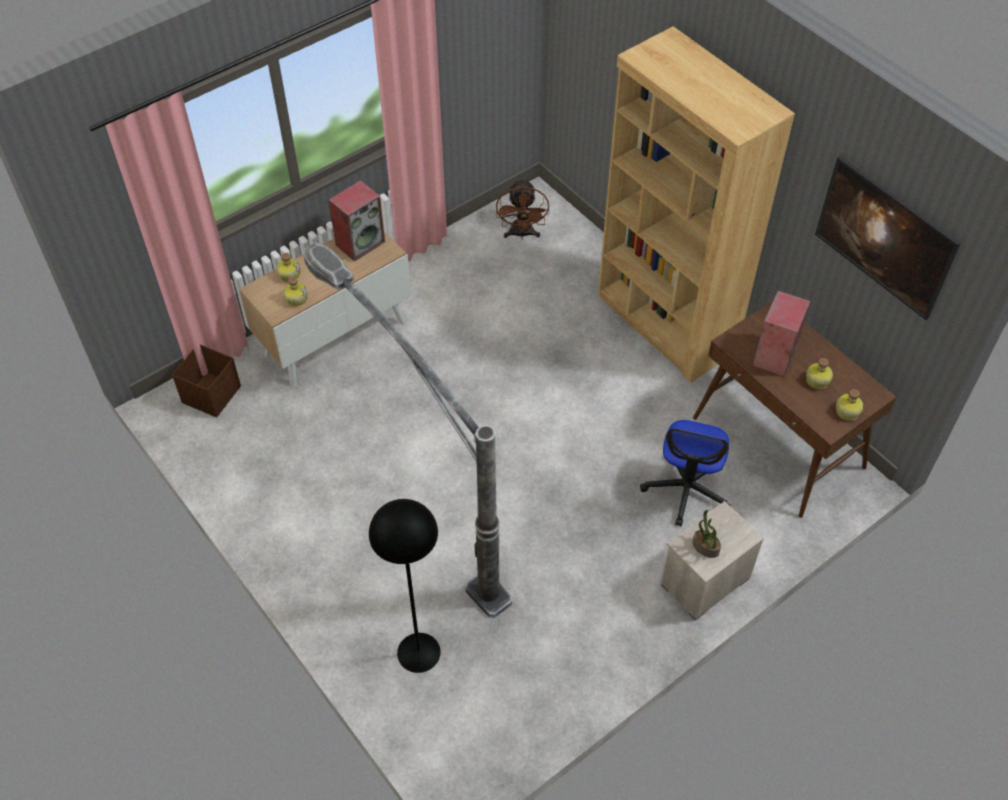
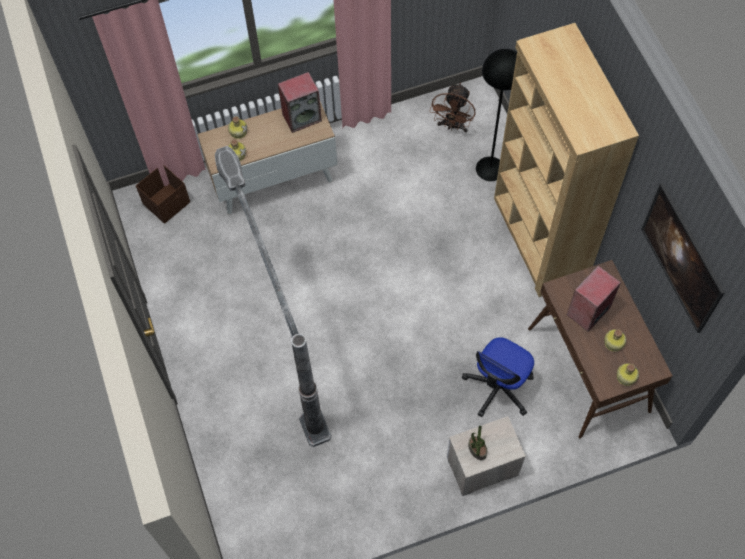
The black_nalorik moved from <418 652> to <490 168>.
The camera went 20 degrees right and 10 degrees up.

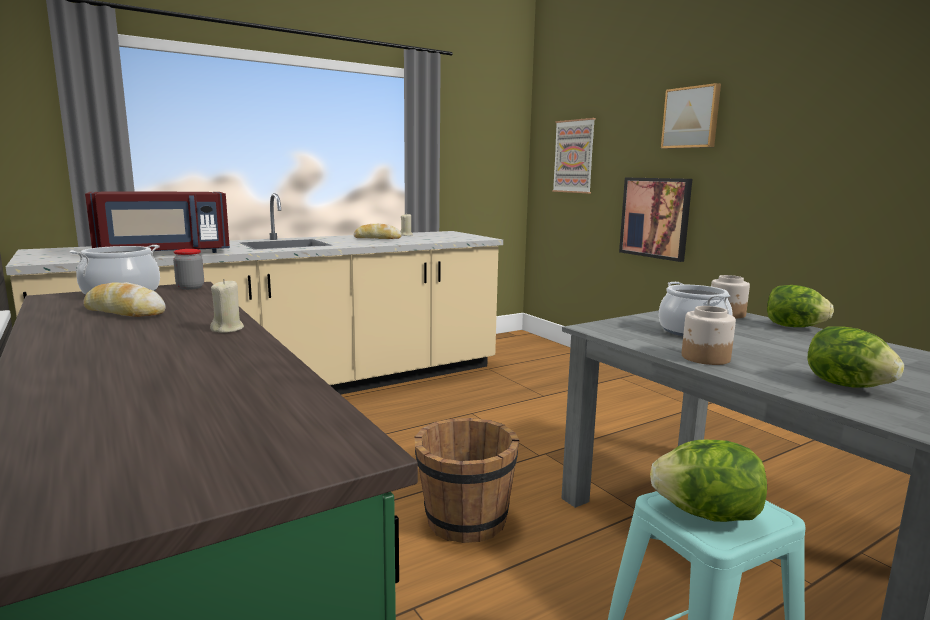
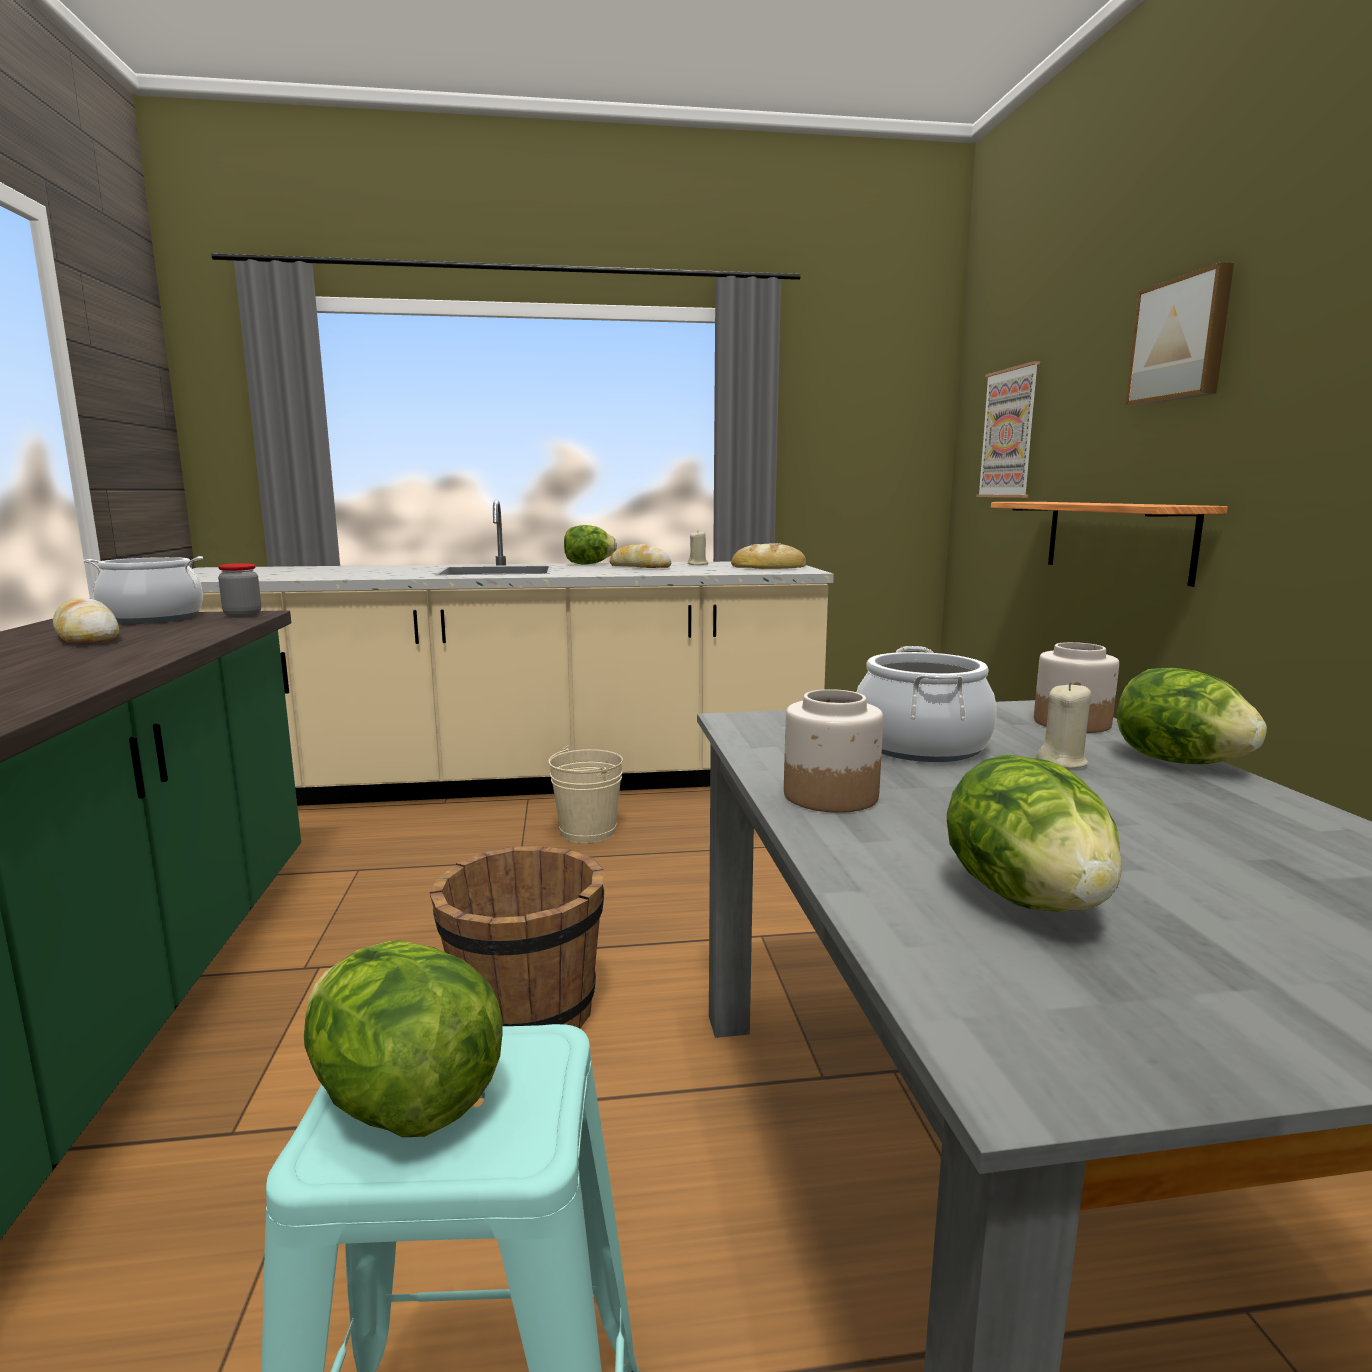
The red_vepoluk at <164 253> disappeared.
The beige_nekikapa at <587 832> appeared.
The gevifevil at <588 564> appeared.
The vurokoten at <769 566> appeared.
The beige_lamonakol moved from <228 329> to <1062 762>.
The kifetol at <655 217> was replaced by the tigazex at <1116 539>.
The camera went 25 degrees right and 0 degrees up.

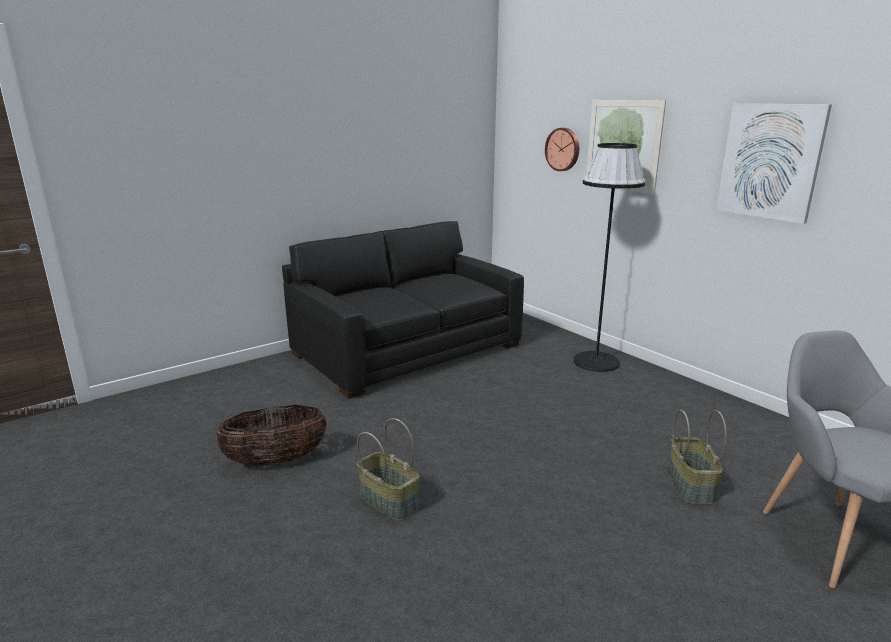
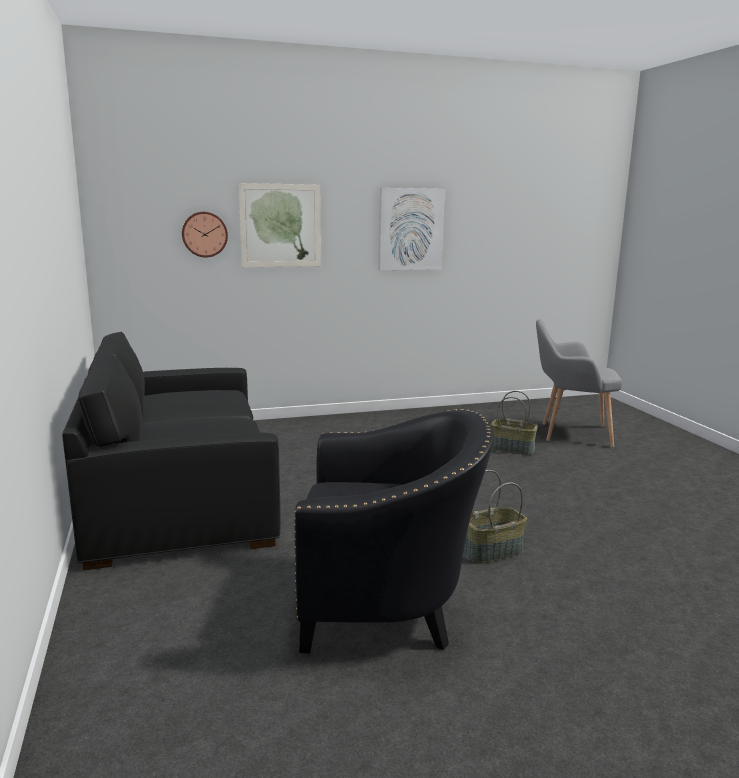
The black_nalorik at <596 361> disappeared.
The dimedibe at <276 460> was replaced by the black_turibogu at <387 605>.
The camera went 70 degrees left and 5 degrees down.

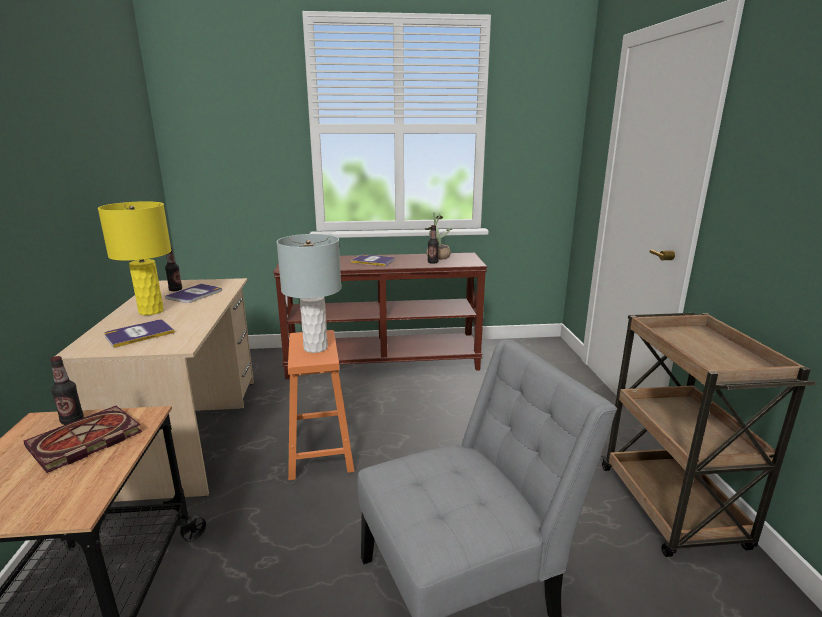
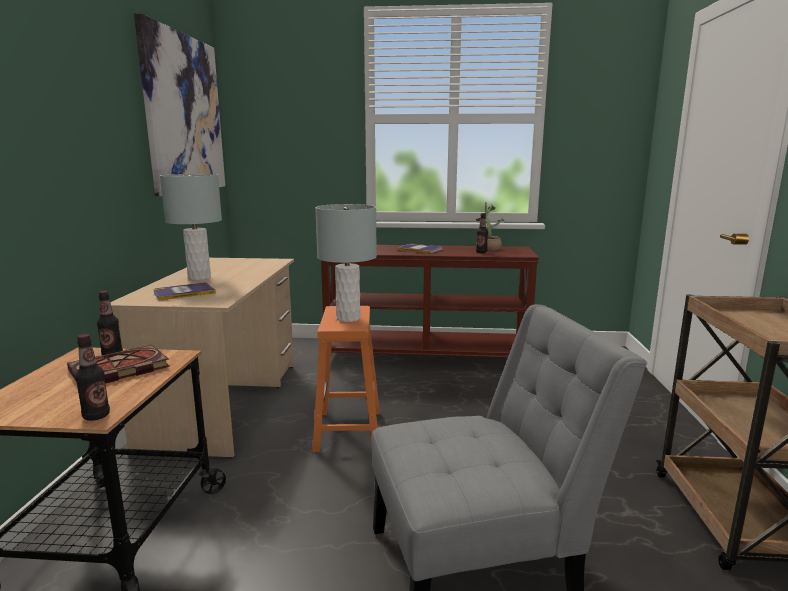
The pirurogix at <195 294> disappeared.
The kifetol at <184 114> appeared.
The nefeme moved from <175 290> to <96 416>.
The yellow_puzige at <151 311> became the grey_puzige at <199 278>.
The camera went 10 degrees right and 5 degrees down.

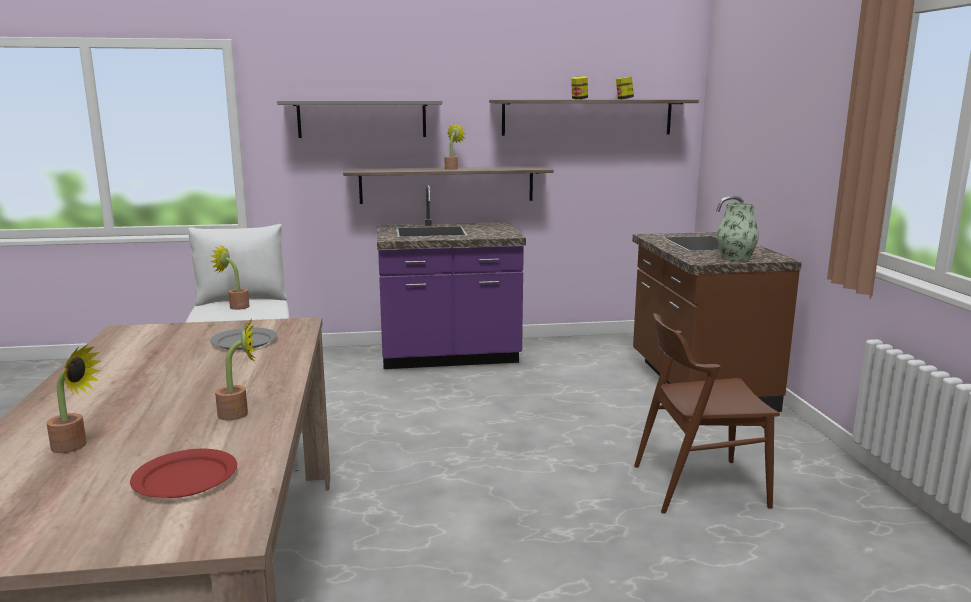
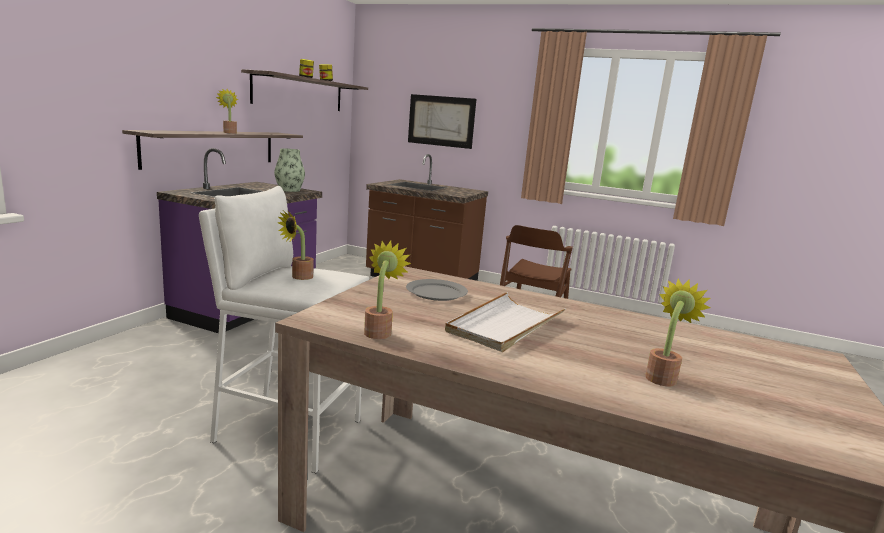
The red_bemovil at <185 478> disappeared.
The grey_tigazex at <362 119> disappeared.
The kifetol at <441 121> appeared.
The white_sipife at <505 325> appeared.
The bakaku moved from <239 413> to <379 331>.
The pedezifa moved from <735 258> to <289 190>.
The camera went 60 degrees left and 0 degrees up.

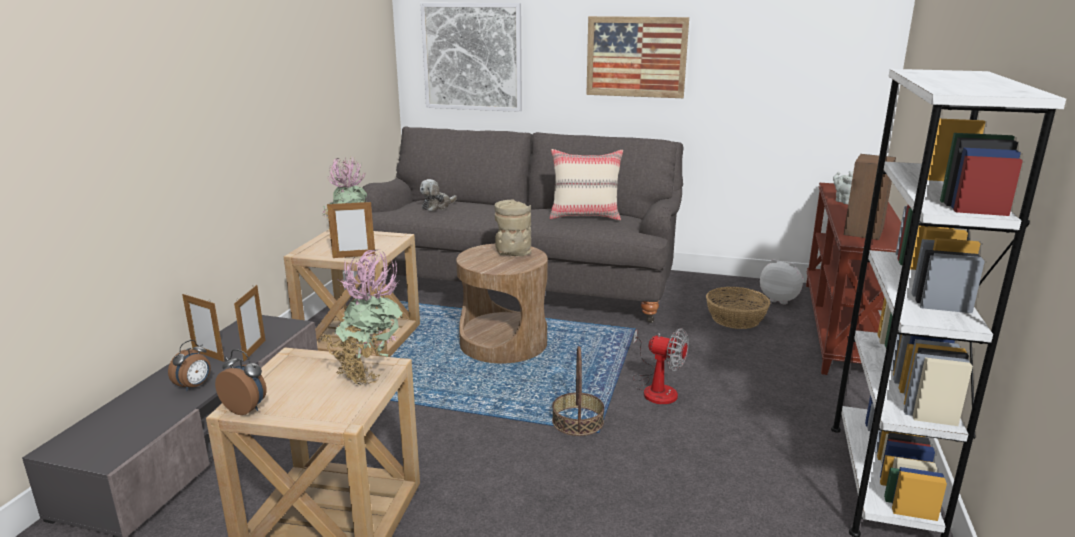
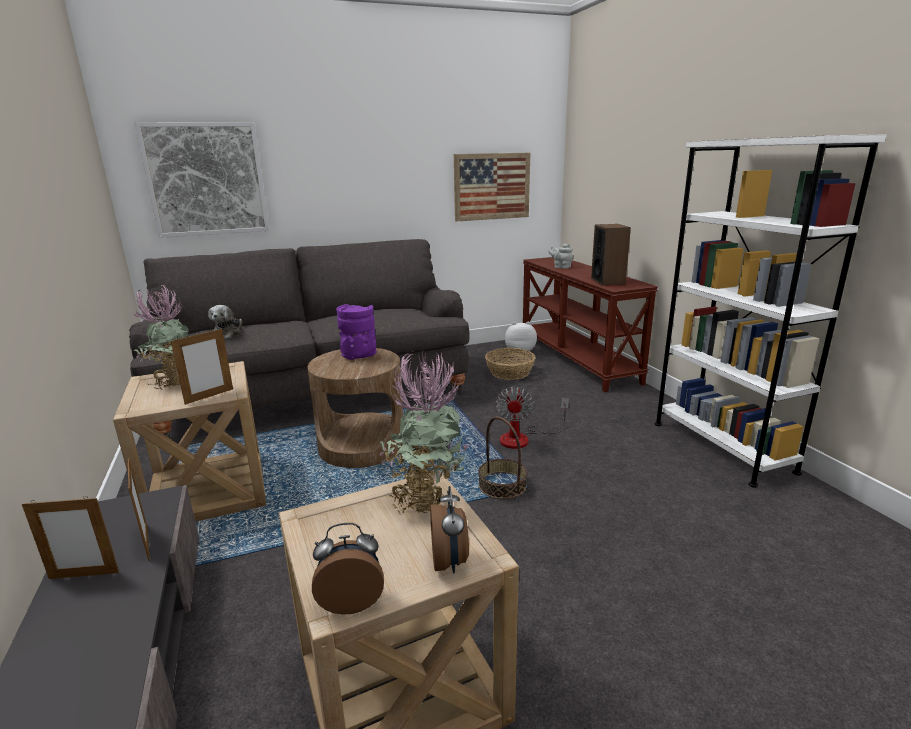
The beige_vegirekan at <585 216> disappeared.
The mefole moved from <194 386> to <450 561>.
The kifetol moved from <636 57> to <492 186>.
The beige_pedezifa at <512 253> became the purple_pedezifa at <358 356>.
The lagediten at <656 388> turned 105 degrees clockwise.
The camera went 35 degrees left and 0 degrees up.

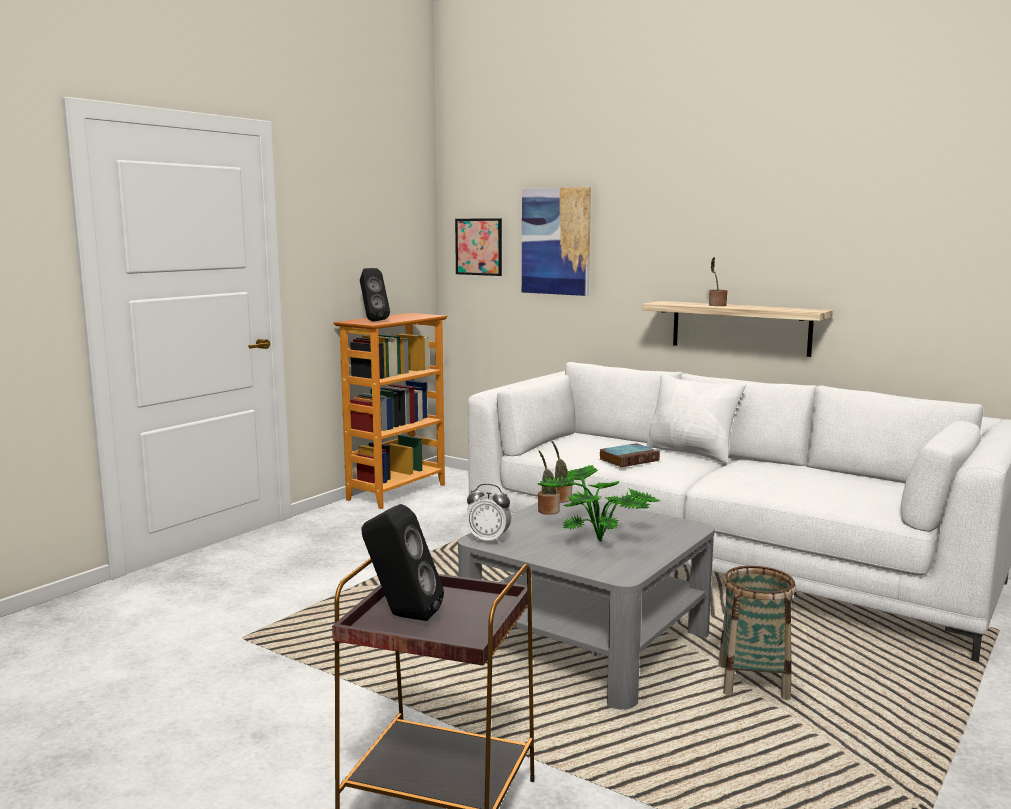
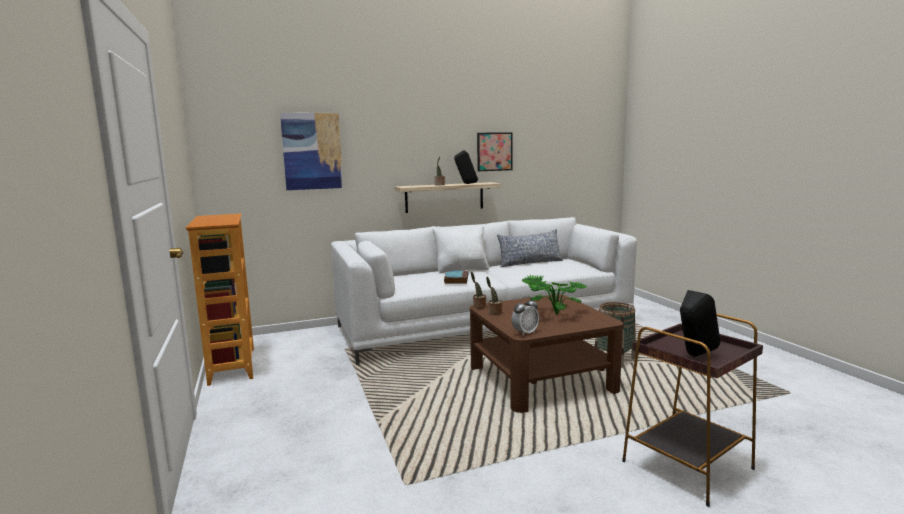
The vegirekan at <530 263> appeared.
The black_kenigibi moved from <372 321> to <466 183>.
The kifetol moved from <479 246> to <494 151>.
The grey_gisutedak at <588 642> became the brown_gisutedak at <541 378>.
The camera went 55 degrees left and 0 degrees up.

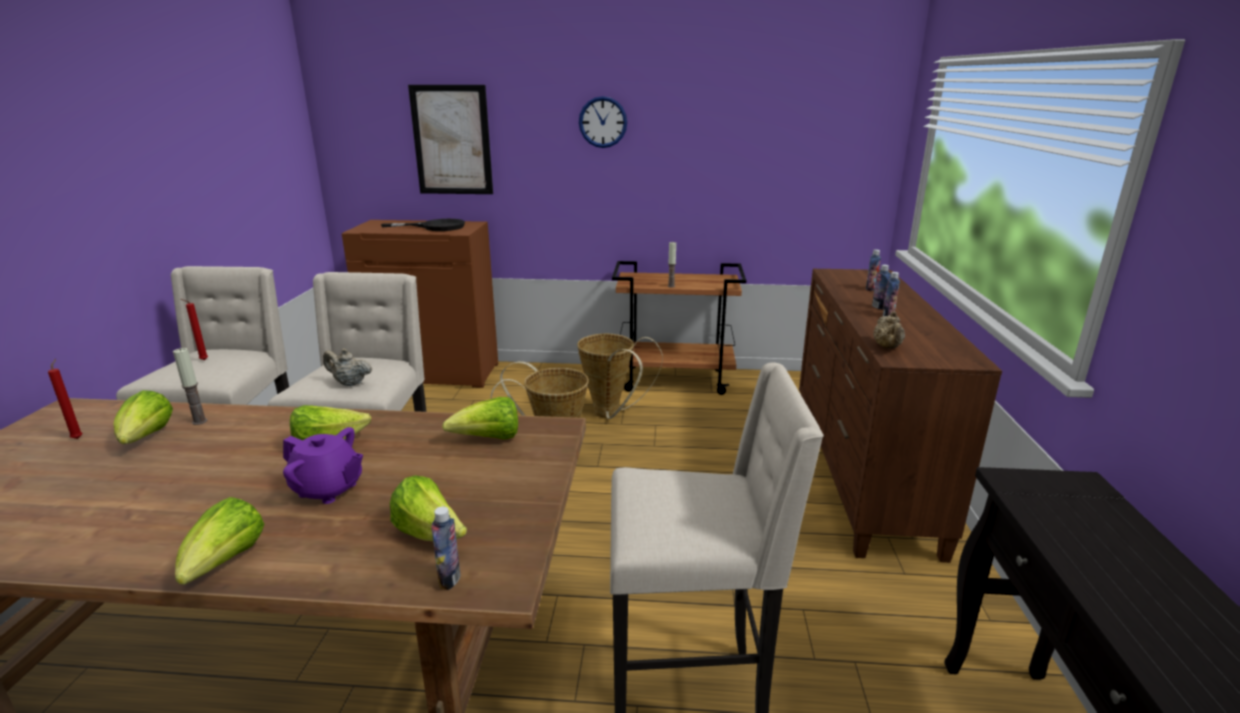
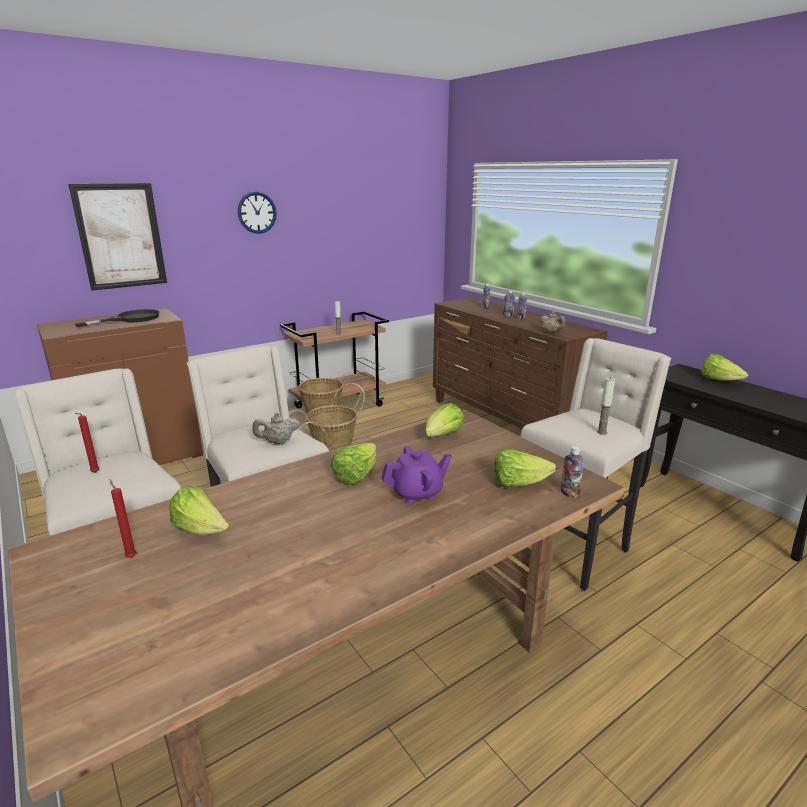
The lamonakol moved from <199 421> to <601 432>.
The gevifevil moved from <225 563> to <718 380>.
The camera went 40 degrees left and 0 degrees up.

